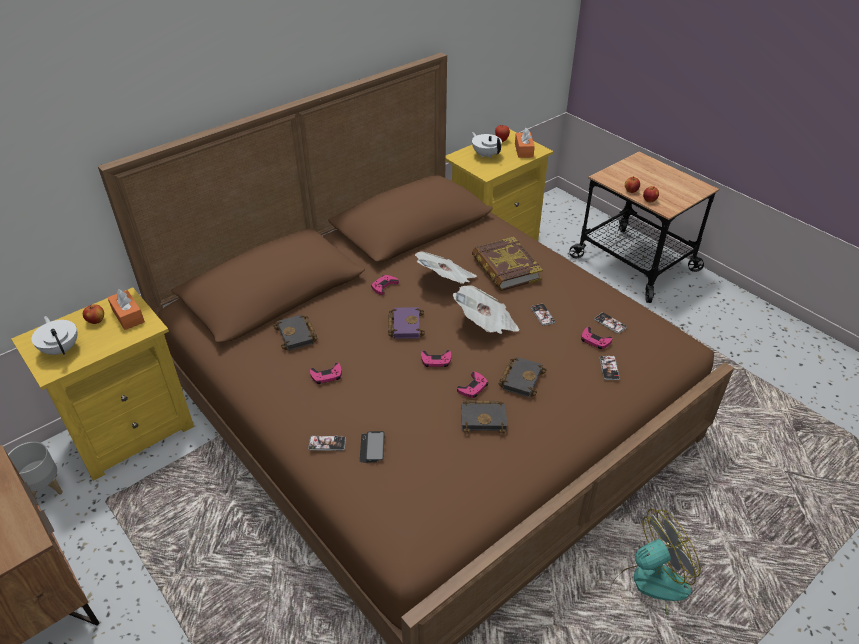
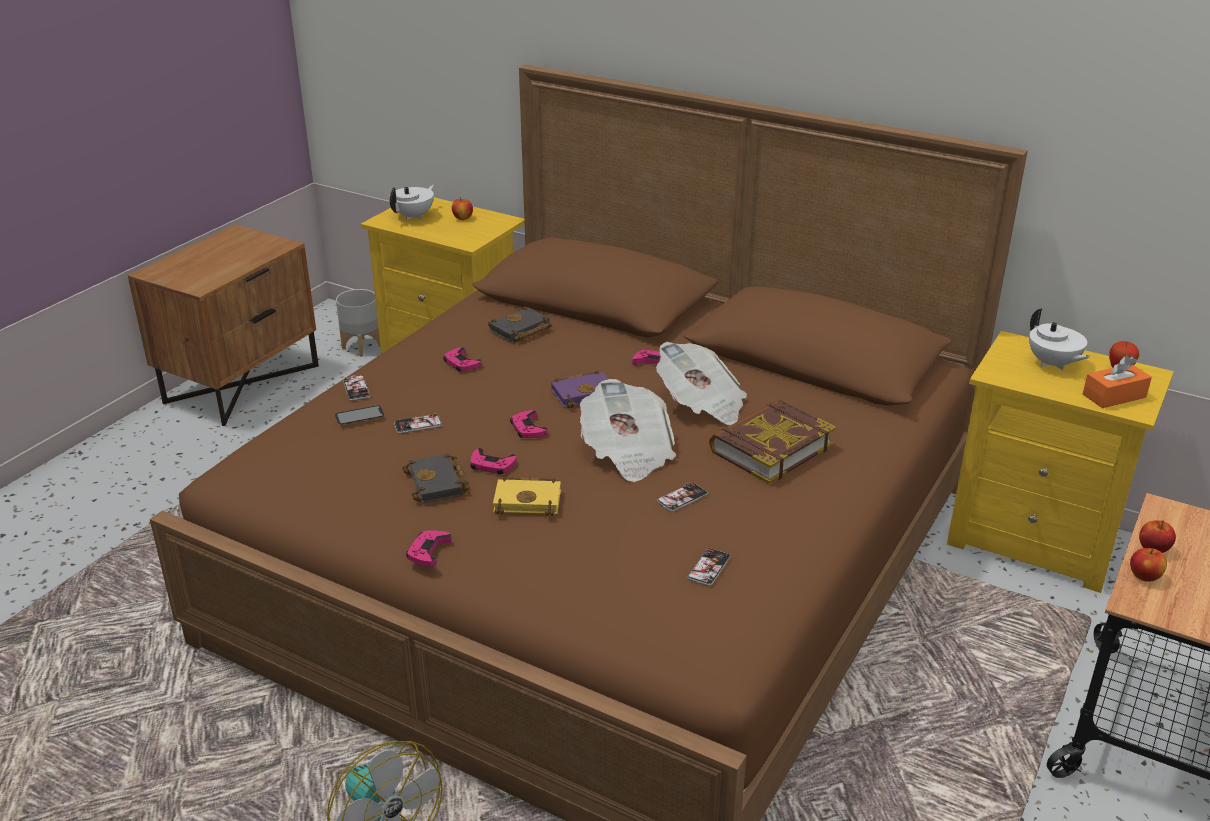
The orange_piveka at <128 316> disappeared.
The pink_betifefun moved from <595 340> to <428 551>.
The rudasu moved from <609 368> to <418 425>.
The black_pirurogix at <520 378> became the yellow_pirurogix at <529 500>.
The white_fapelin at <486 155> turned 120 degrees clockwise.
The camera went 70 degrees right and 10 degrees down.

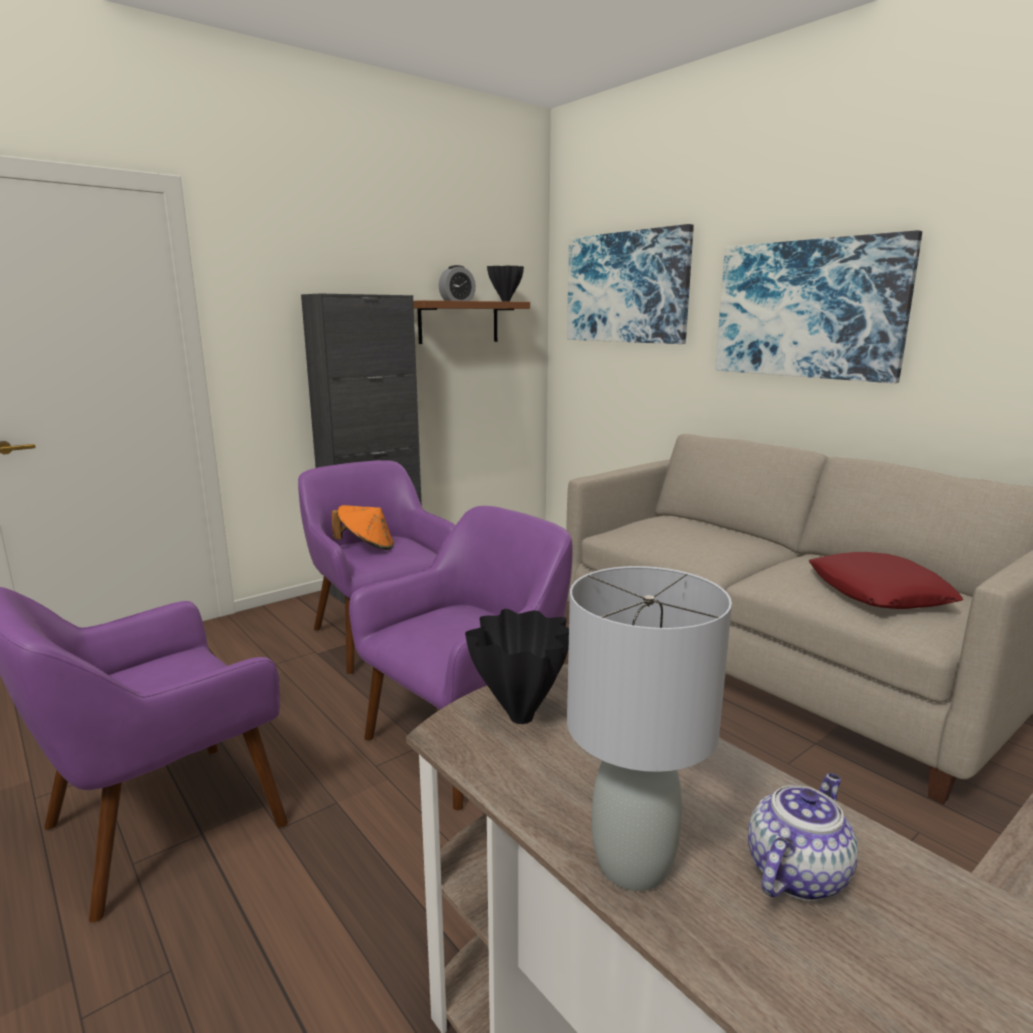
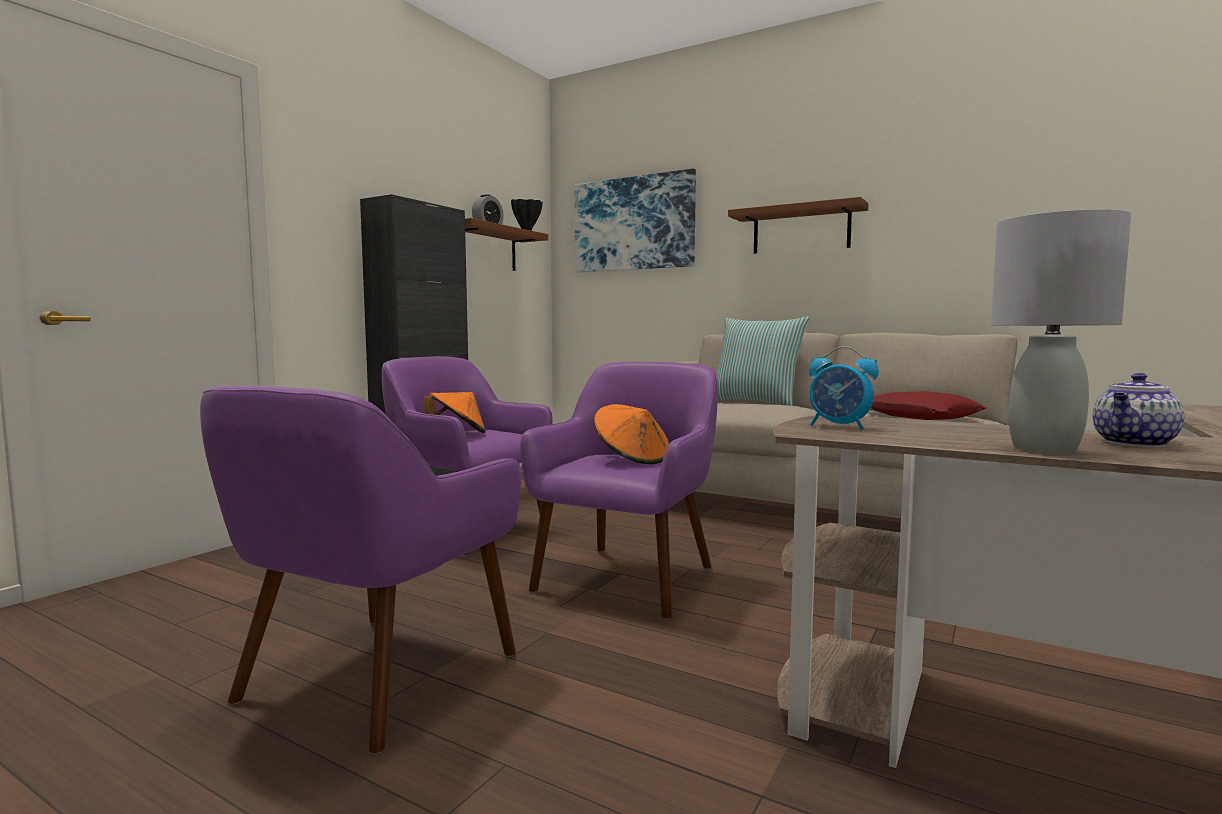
The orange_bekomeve at <632 459> appeared.
The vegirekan at <755 402> appeared.
The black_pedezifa at <520 716> was replaced by the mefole at <839 426>.
The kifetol at <808 309> was replaced by the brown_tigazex at <801 230>.
The fapelin at <796 872> turned 150 degrees counterclockwise.
The camera went 20 degrees left and 10 degrees down.

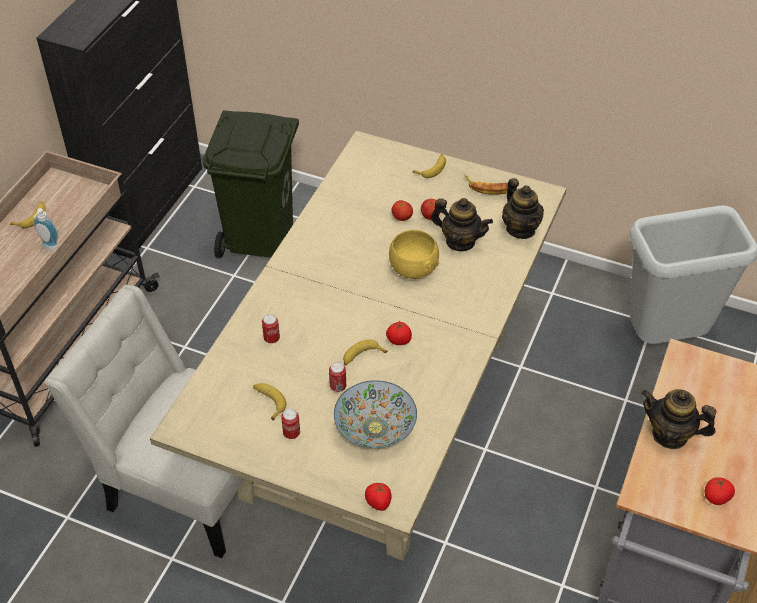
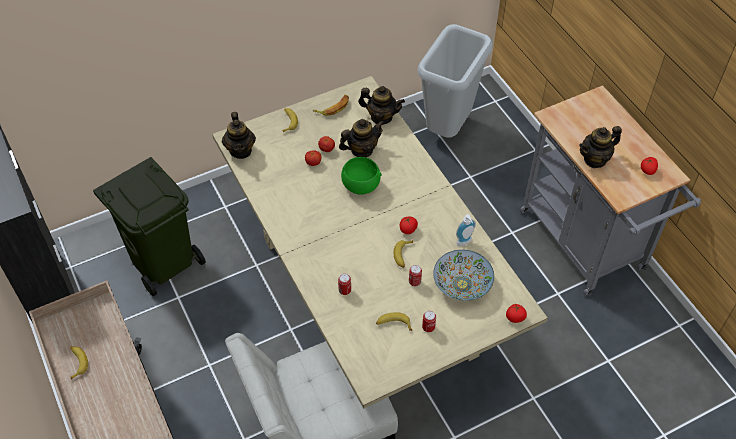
The fapelin at <240 150> appeared.
The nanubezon moved from <49 248> to <465 243>.
The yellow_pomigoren at <413 269> became the green_pomigoren at <360 186>.
The camera went 50 degrees left and 5 degrees up.

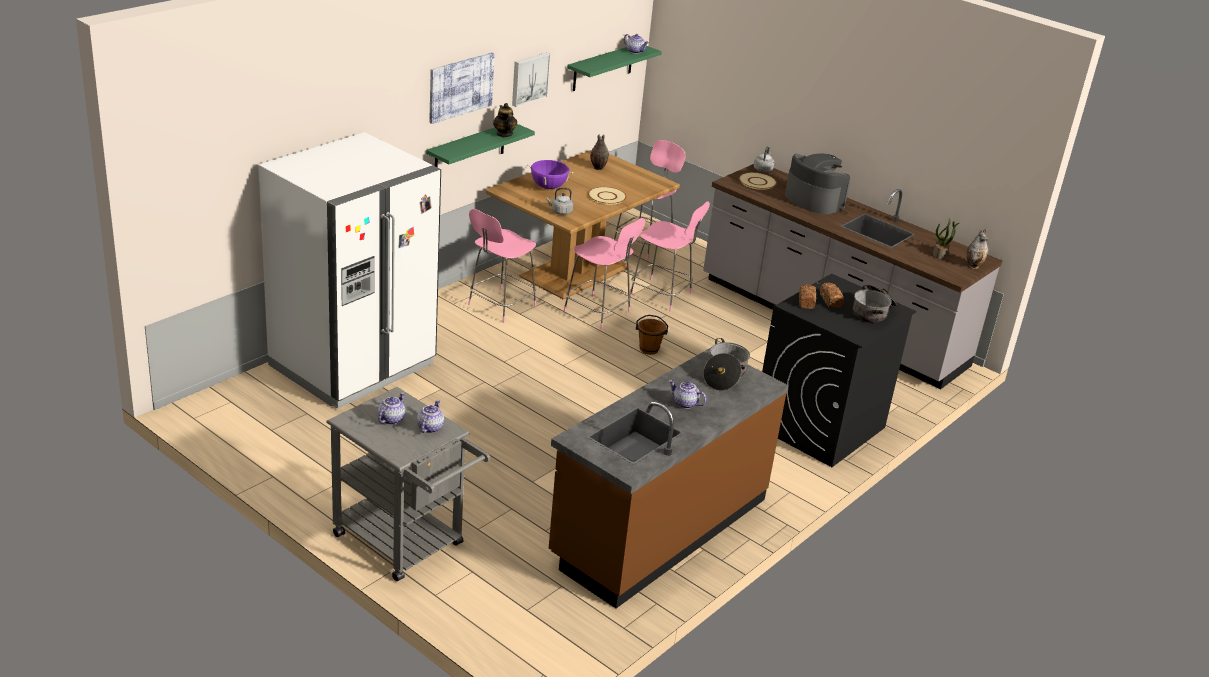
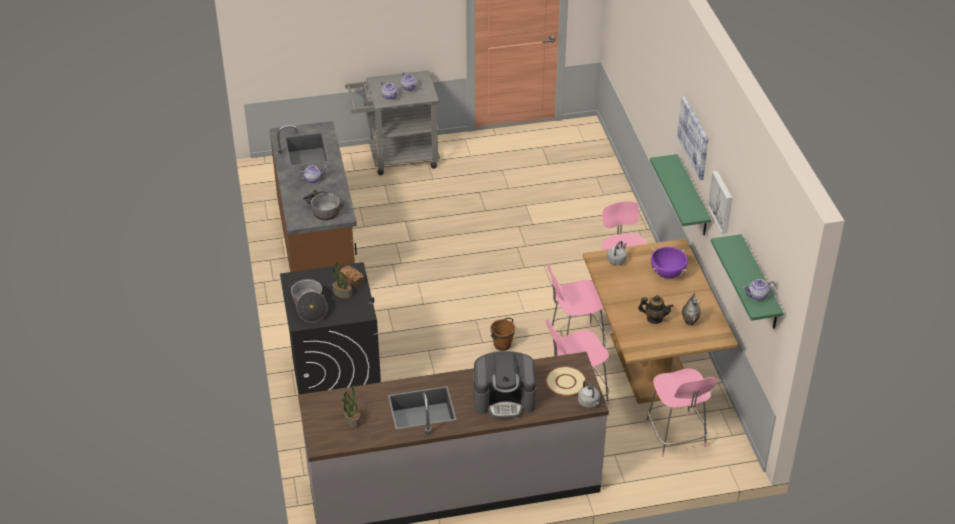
The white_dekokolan at <353 365> disappeared.
The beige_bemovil at <606 196> disappeared.
The pedezifa at <974 266> disappeared.
The fapelin moved from <504 134> to <654 319>.
The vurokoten at <830 301> was replaced by the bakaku at <342 293>.
The camera went 130 degrees right and 10 degrees up.

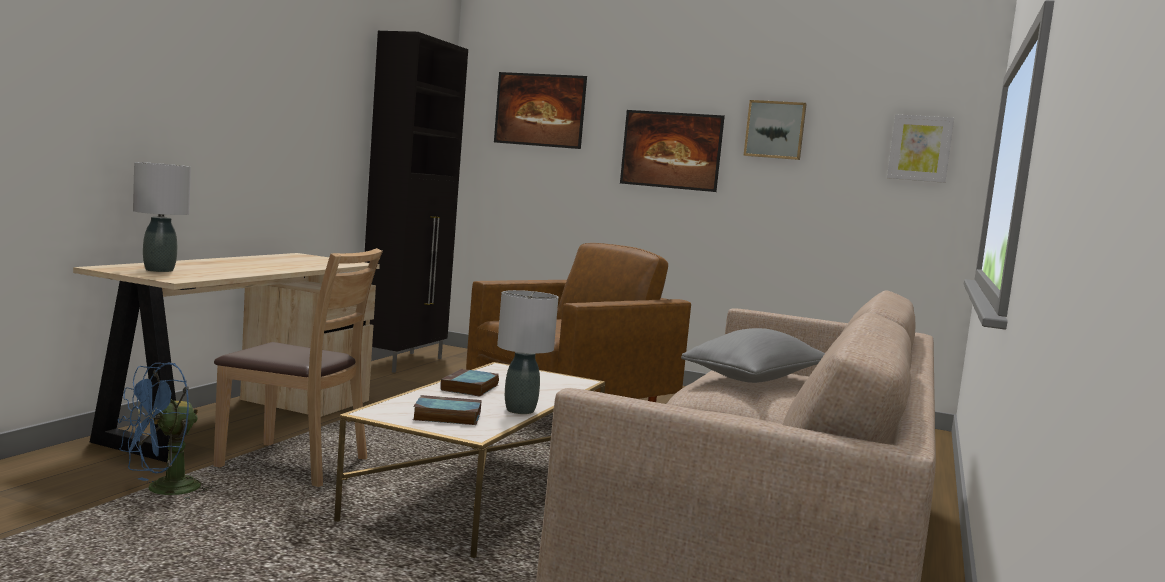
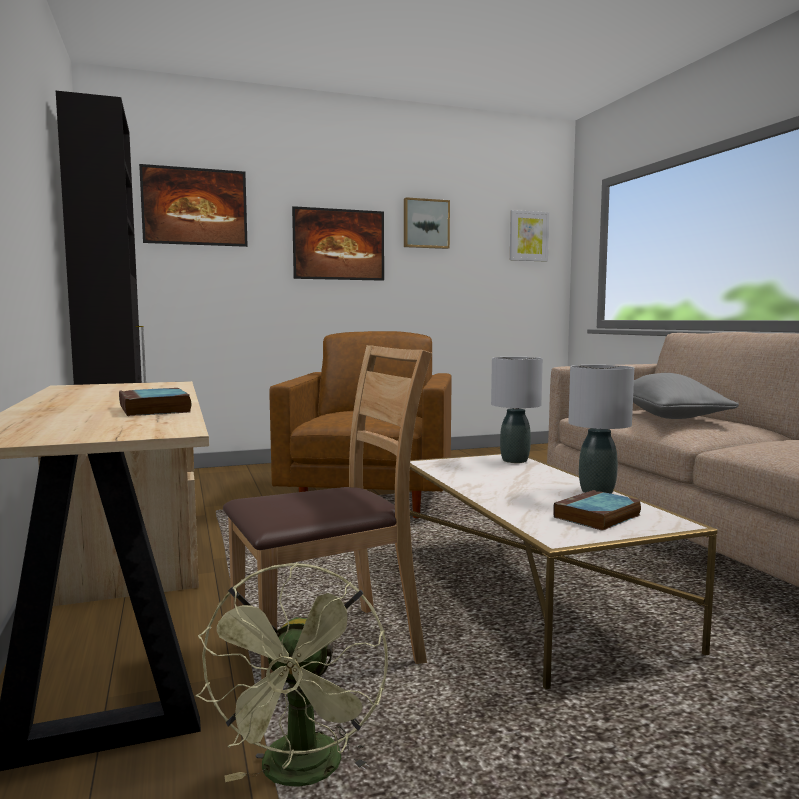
The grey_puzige moved from <160 270> to <514 460>.
The pirurogix moved from <470 388> to <155 409>.
The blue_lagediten at <163 491> became the green_lagediten at <302 775>.
The camera went 40 degrees left and 0 degrees up.

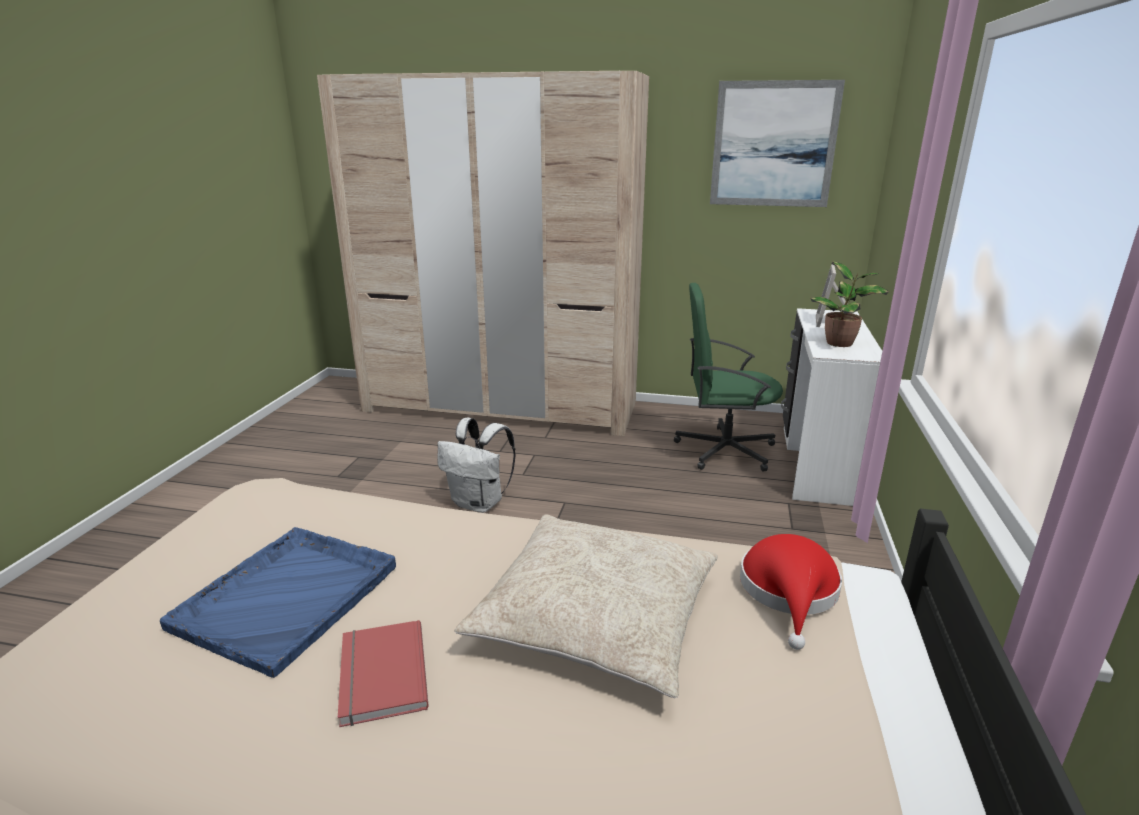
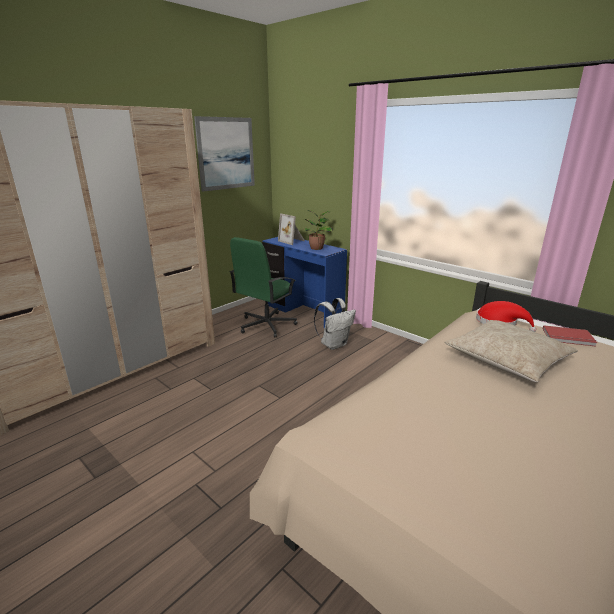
The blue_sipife at <289 596> disappeared.
The red_pirurogix moved from <379 675> to <568 338>.
The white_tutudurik moved from <479 503> to <334 344>.
The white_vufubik at <815 462> became the blue_vufubik at <303 312>.
The camera went 60 degrees left and 0 degrees up.

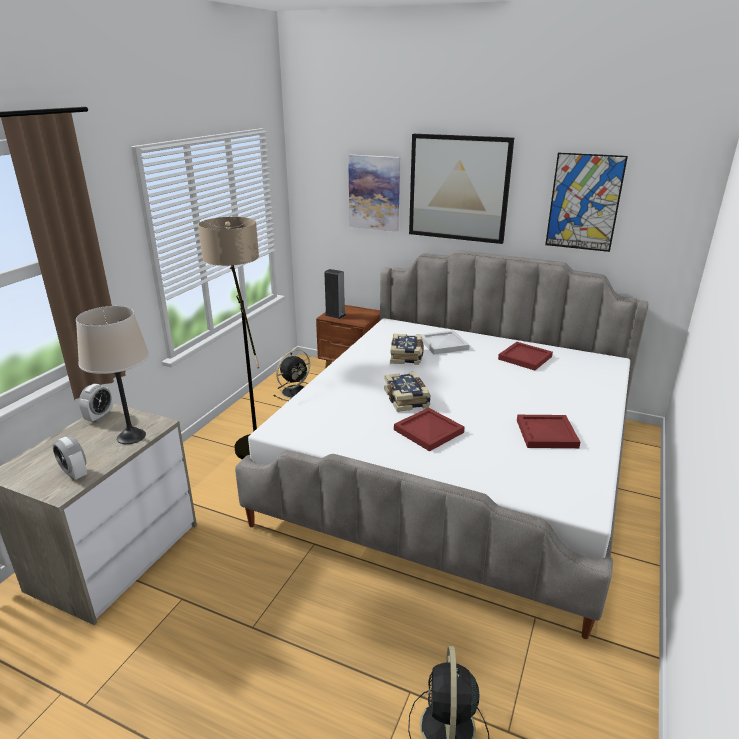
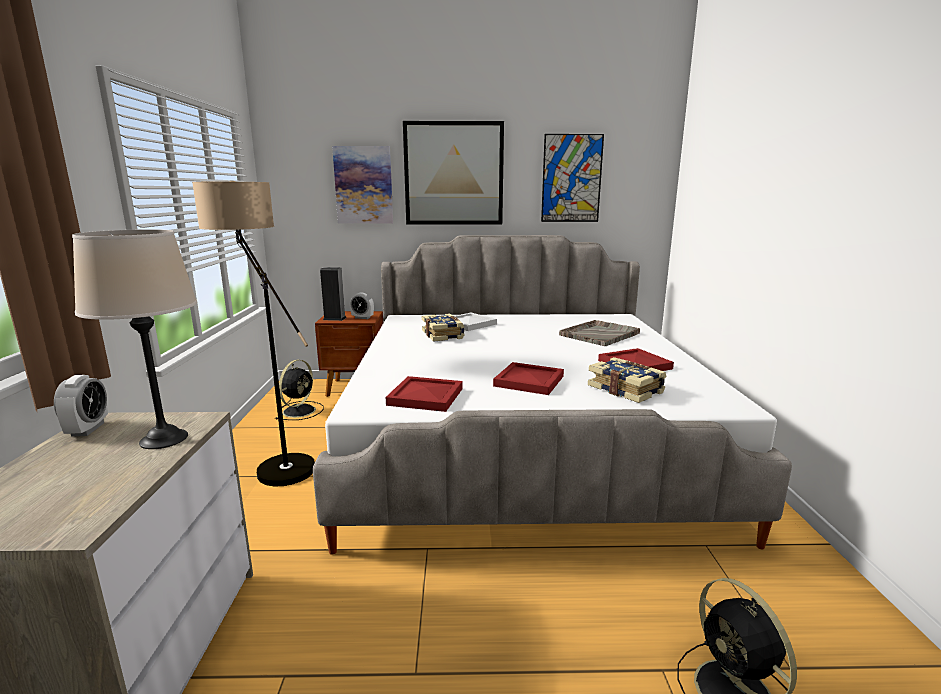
The grey_sipife at <600 334> appeared.
The mefole moved from <75 474> to <362 318>.
The pirurogix moved from <407 399> to <626 389>.
The red_sipife moved from <526 358> to <427 396>.
The camera went 25 degrees left and 10 degrees down.

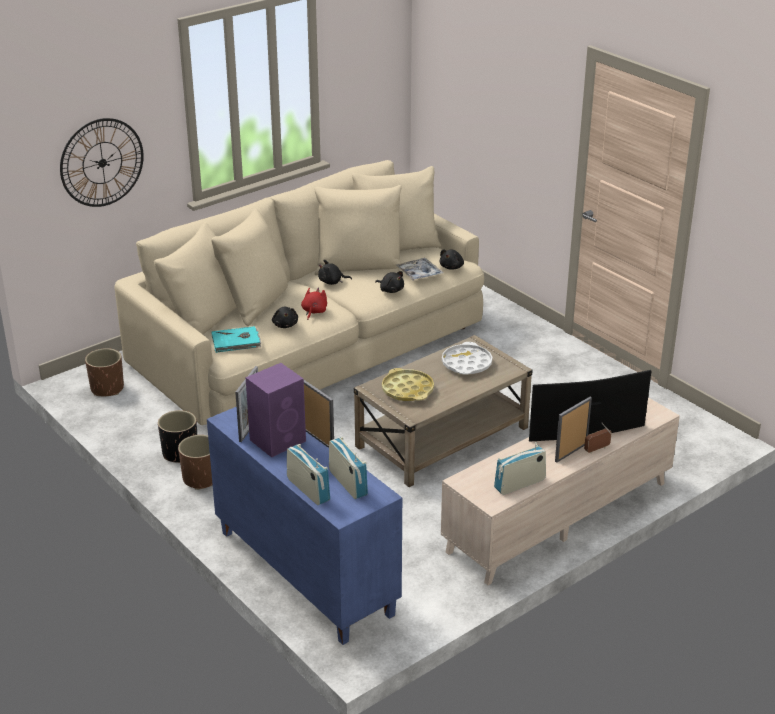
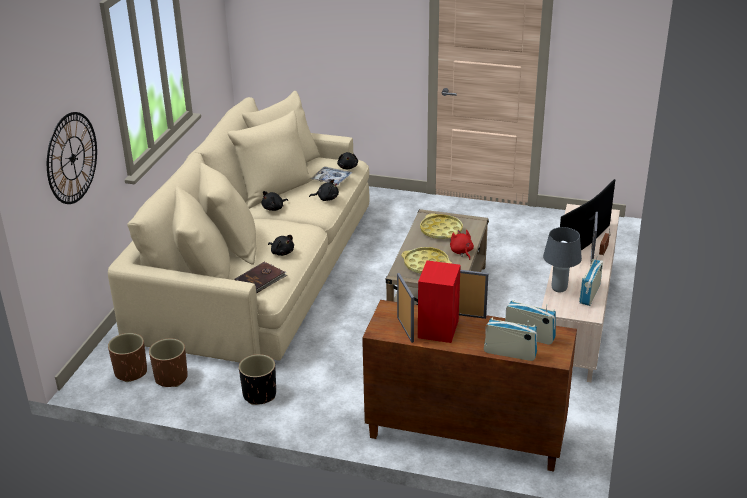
The grey_puzige at <558 289> appeared.
The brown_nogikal moved from <201 479> to <171 378>.
The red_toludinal moved from <314 312> to <461 252>.
The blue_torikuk at <303 572> became the brown_torikuk at <464 436>.
The turquoise_pirurogix at <236 342> became the brown_pirurogix at <261 279>.
The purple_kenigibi at <279 440> became the red_kenigibi at <438 328>.
The white_sipife at <466 364> became the yellow_sipife at <441 231>.
The camera went 35 degrees left and 0 degrees up.

